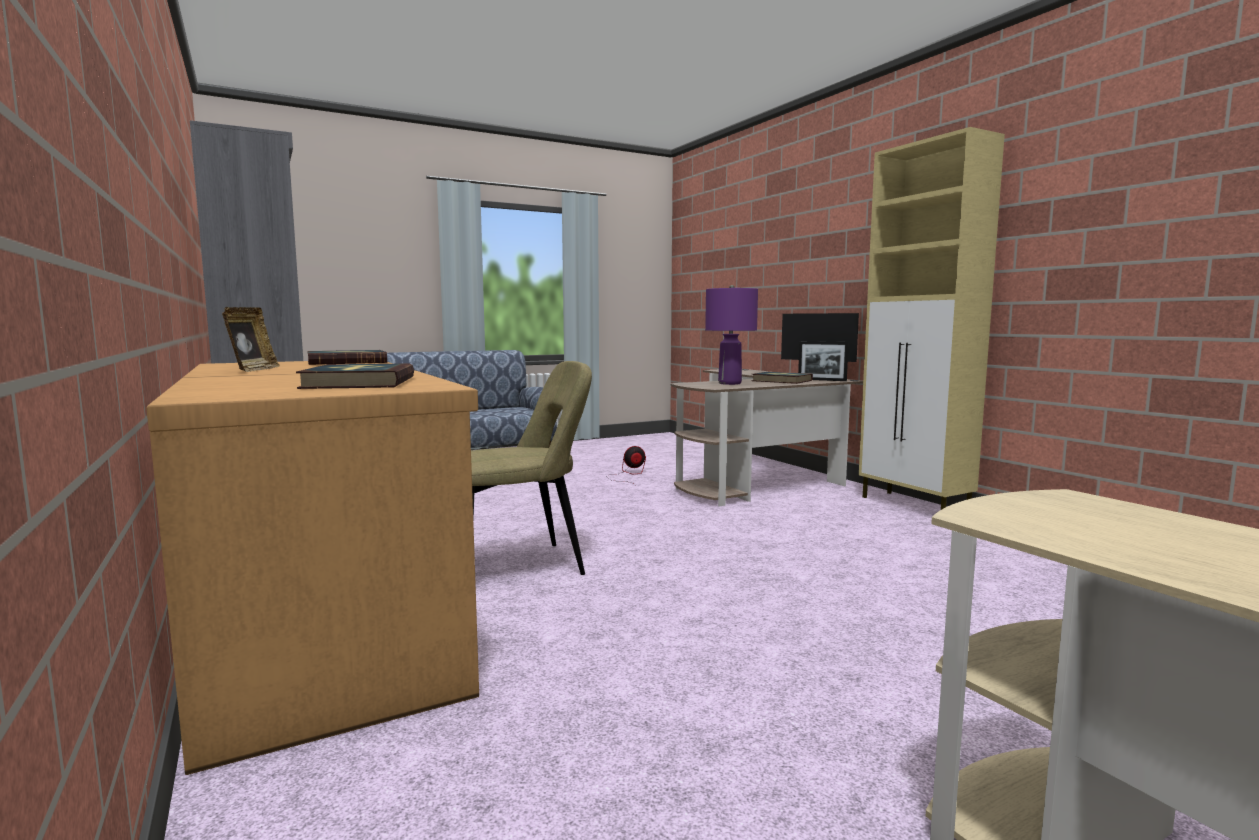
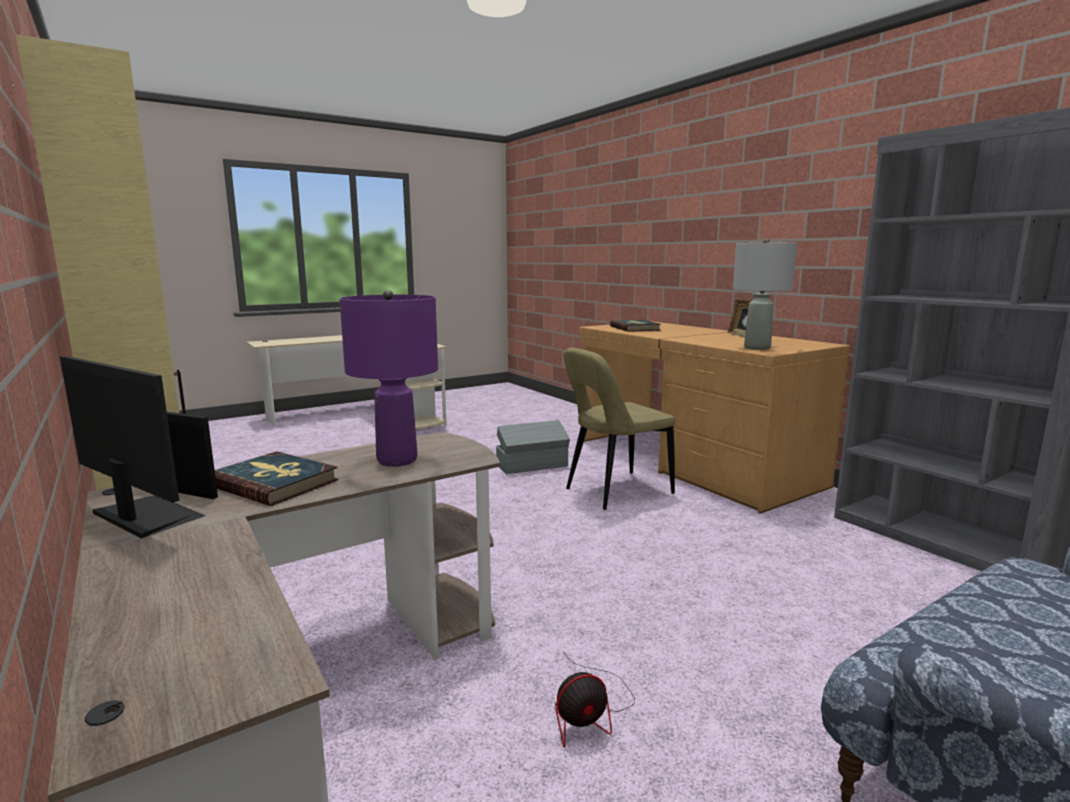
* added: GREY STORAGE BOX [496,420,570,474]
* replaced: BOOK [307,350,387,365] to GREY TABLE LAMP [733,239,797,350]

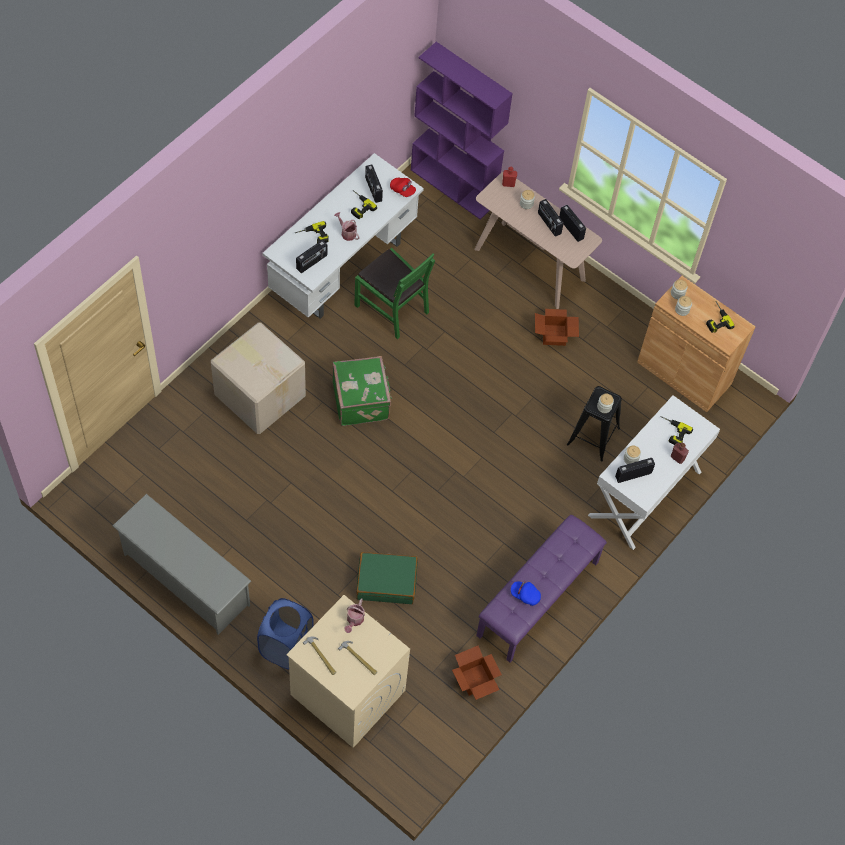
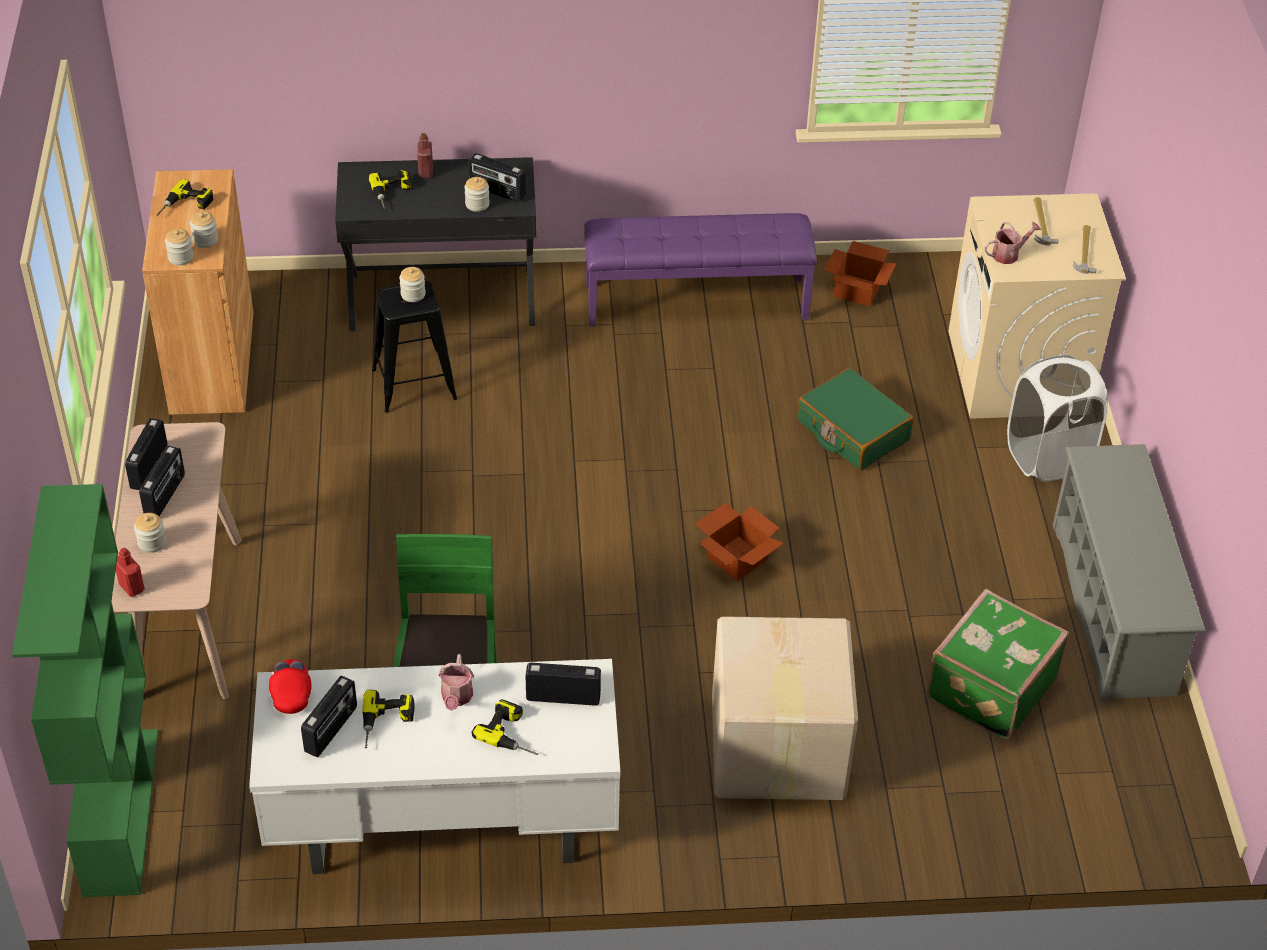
* removed: BLUE CAP [511,581,541,606]
* moved: GREEN SUITCASE [332,356,392,426] to [927,589,1069,740]
* moved: CARDBOARD BOX [535,309,579,346] to [695,503,784,581]
* recoloured: BLUE LAUNDRY BASKET [257,598,314,670] to WHITE LAUNDRY BASKET [1007,354,1108,482]
* recoloured: PURPLE BOOKCASE [411,42,513,220] to GREEN BOOKCASE [12,484,158,897]
* recoloured: WHITE DESK [588,395,720,550] to BLACK DESK [335,157,536,331]

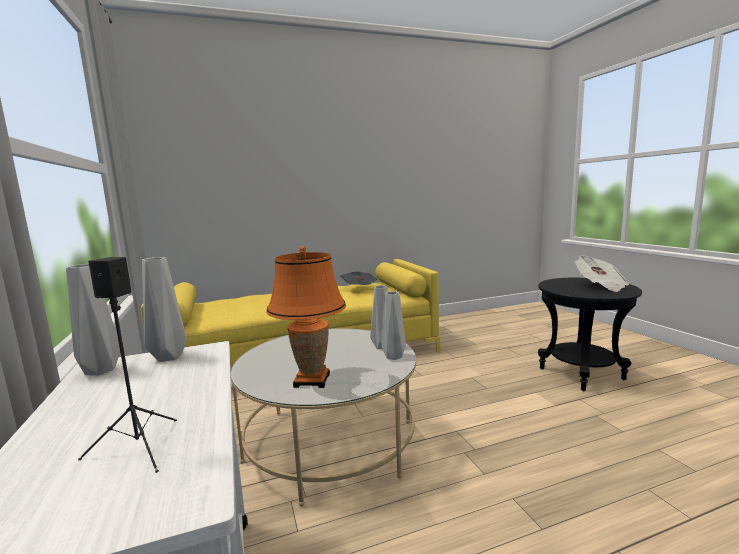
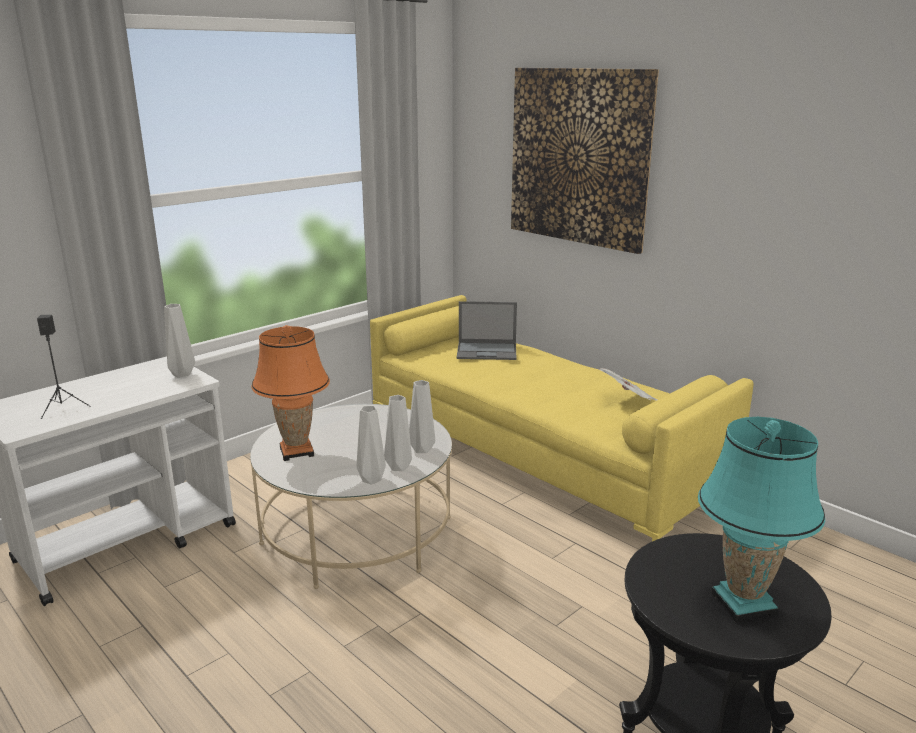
* added: LAPTOP [456,301,517,360]
* added: PICTURE [511,68,659,254]
* moved: GREY VASE [66,264,120,376] to [409,380,435,453]
* replaced: NEWSPAPER [575,256,629,292] to TURQUOISE TABLE LAMP [698,417,825,623]

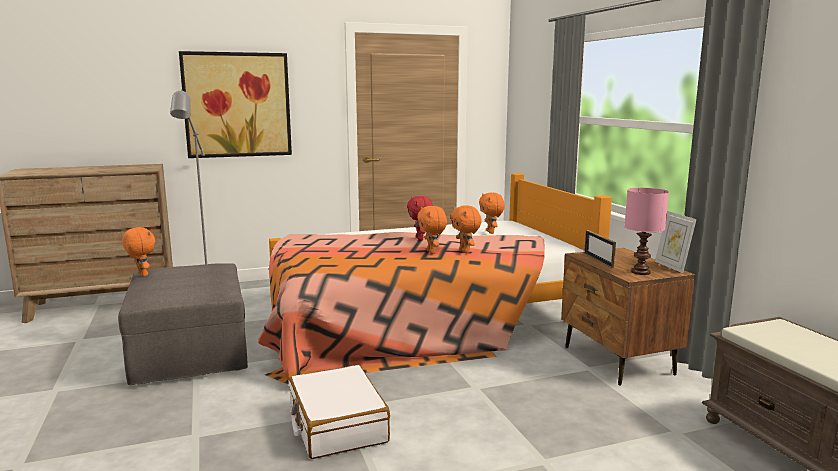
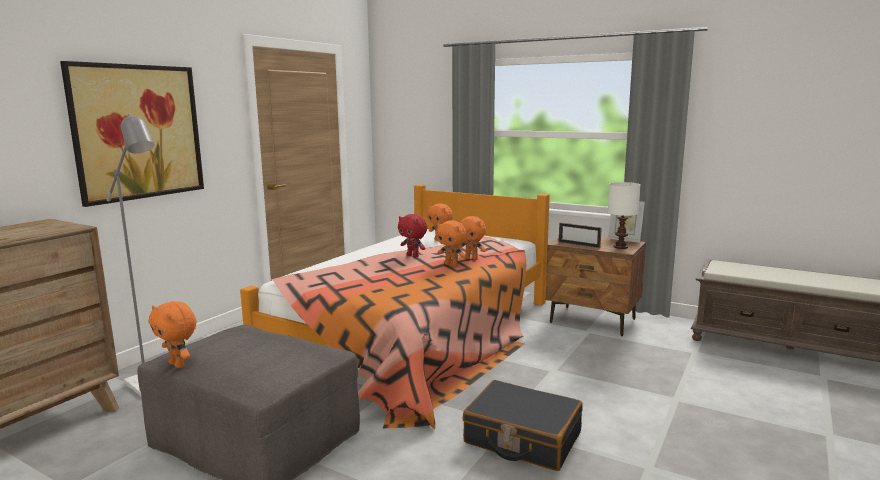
* recoloured: WHITE SUITCASE [289,365,390,459] to BLACK SUITCASE [463,380,583,471]
* recoloured: PINK TABLE LAMP [624,187,669,275] to WHITE TABLE LAMP [608,182,641,249]
* turned: ORANGE PLUSH TOY [122,227,155,277] = [149,301,197,368] 150 degrees counterclockwise

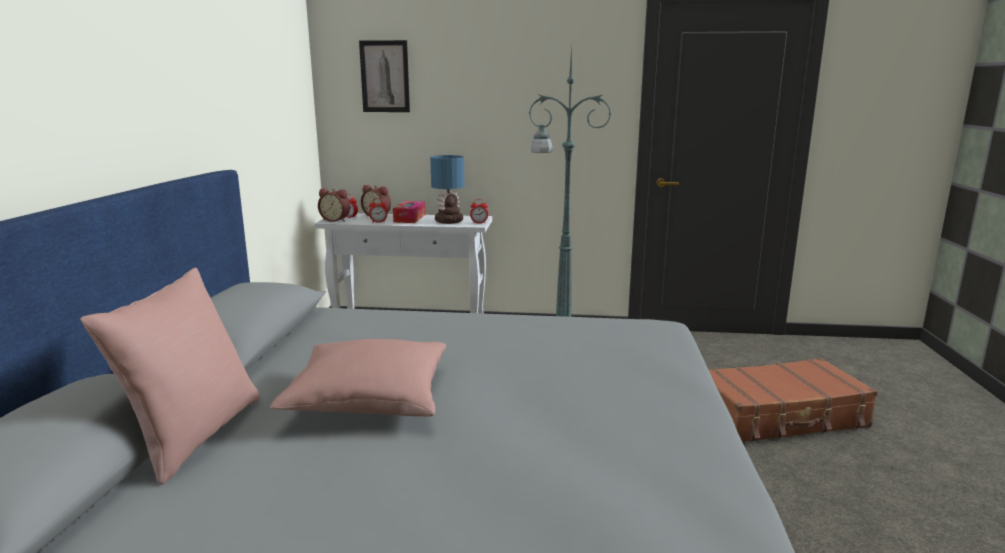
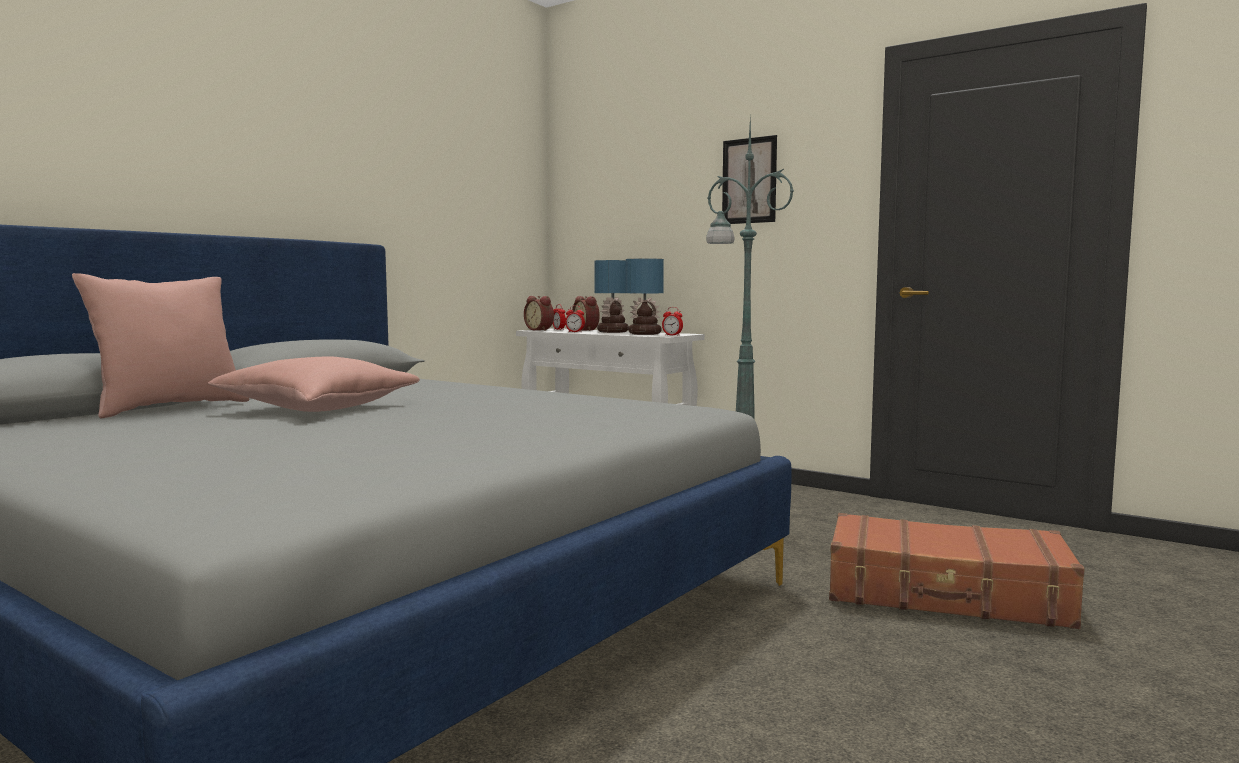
* moved: PICTURE [359,40,410,112] to [722,135,777,224]
* replaced: TISSUE BOX [393,201,425,223] to TABLE LAMP [594,260,629,333]

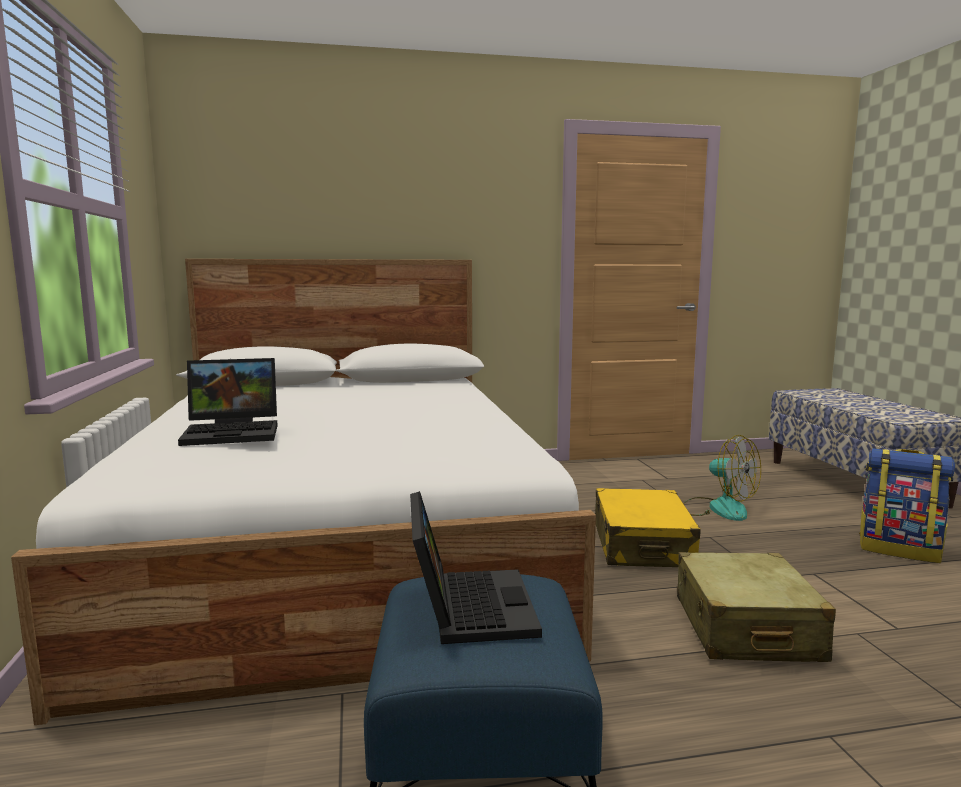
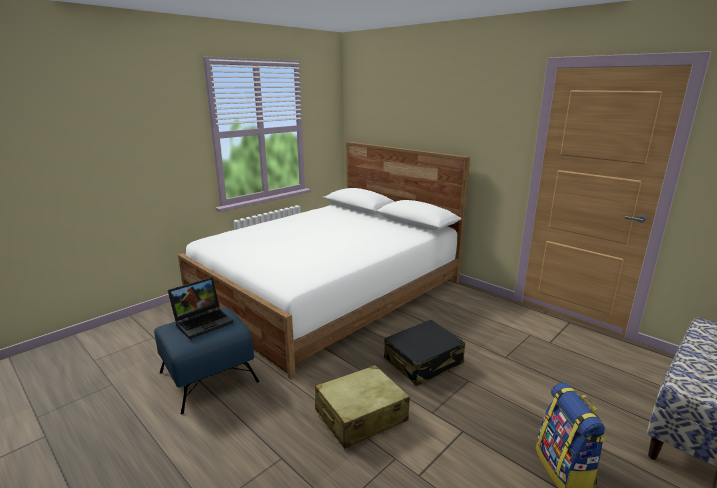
* removed: LAPTOP [178,358,278,446]
* removed: FAN [683,435,761,521]
* recoloured: YELLOW SUITCASE [595,488,701,567] to BLACK SUITCASE [384,319,465,386]

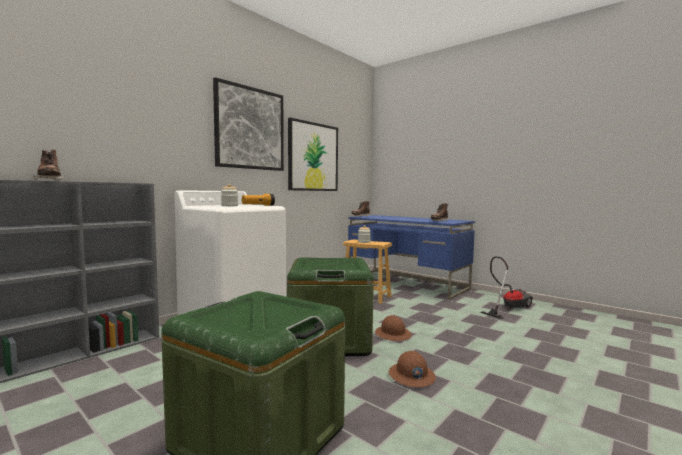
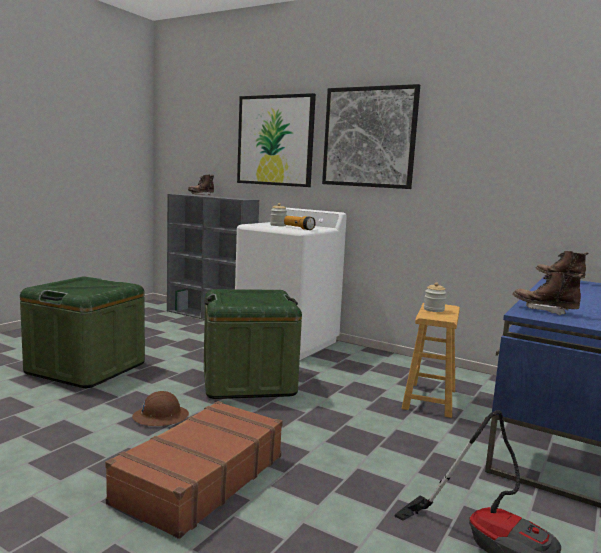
* removed: BROWN HARD HAT [375,315,412,341]
* added: BROWN SUITCASE [105,401,283,539]
* moved: PICTURE [288,118,338,191] to [237,93,316,187]

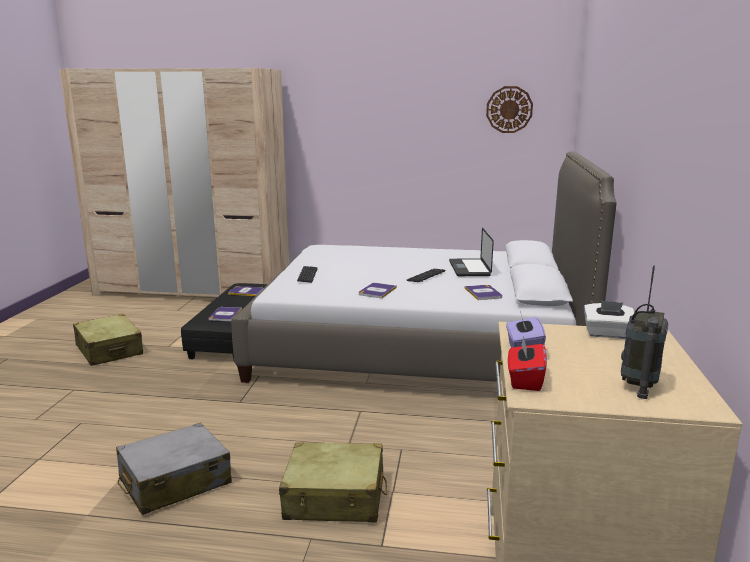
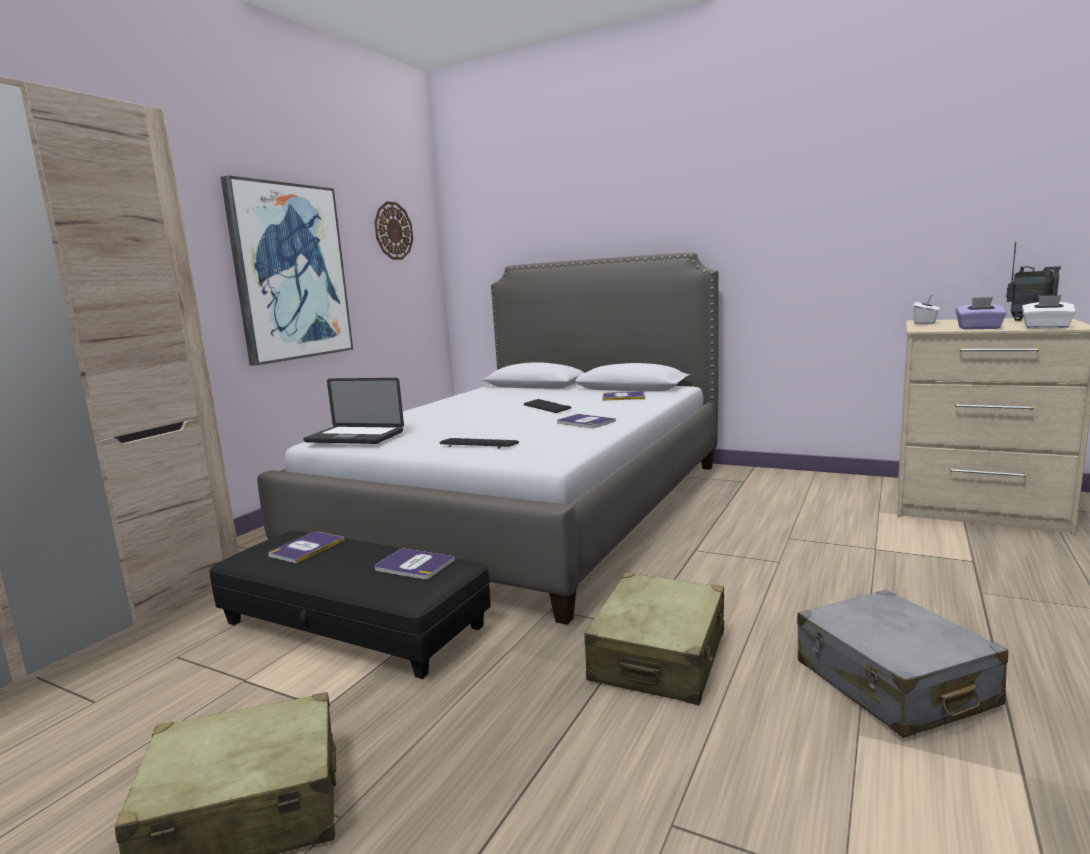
* added: PICTURE [220,175,353,365]
* moved: BEIGE SUITCASE [279,442,387,522] to [585,573,724,705]
* moved: LAPTOP [449,228,494,276] to [303,378,404,444]
* recoloured: RED TISSUE BOX [508,336,547,391] to WHITE TISSUE BOX [1022,295,1076,329]

